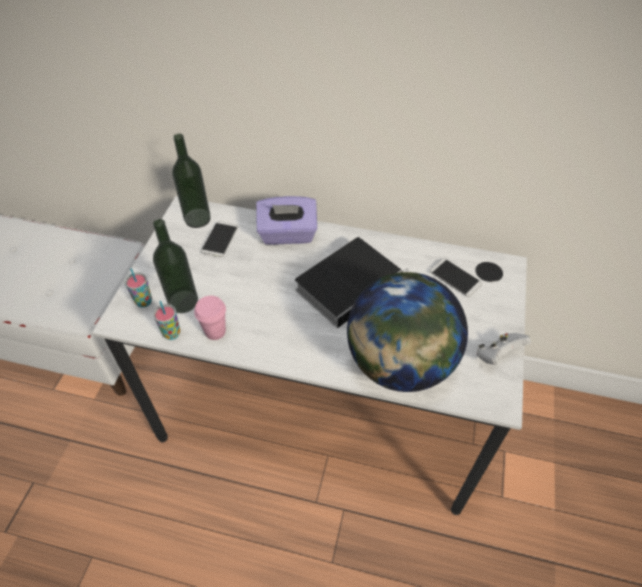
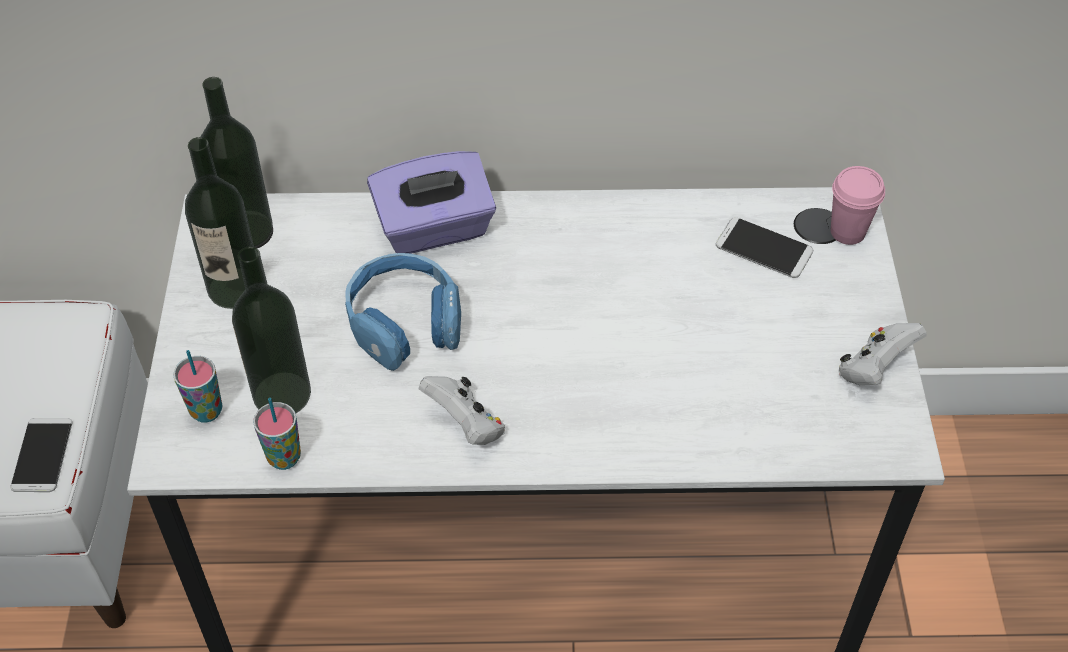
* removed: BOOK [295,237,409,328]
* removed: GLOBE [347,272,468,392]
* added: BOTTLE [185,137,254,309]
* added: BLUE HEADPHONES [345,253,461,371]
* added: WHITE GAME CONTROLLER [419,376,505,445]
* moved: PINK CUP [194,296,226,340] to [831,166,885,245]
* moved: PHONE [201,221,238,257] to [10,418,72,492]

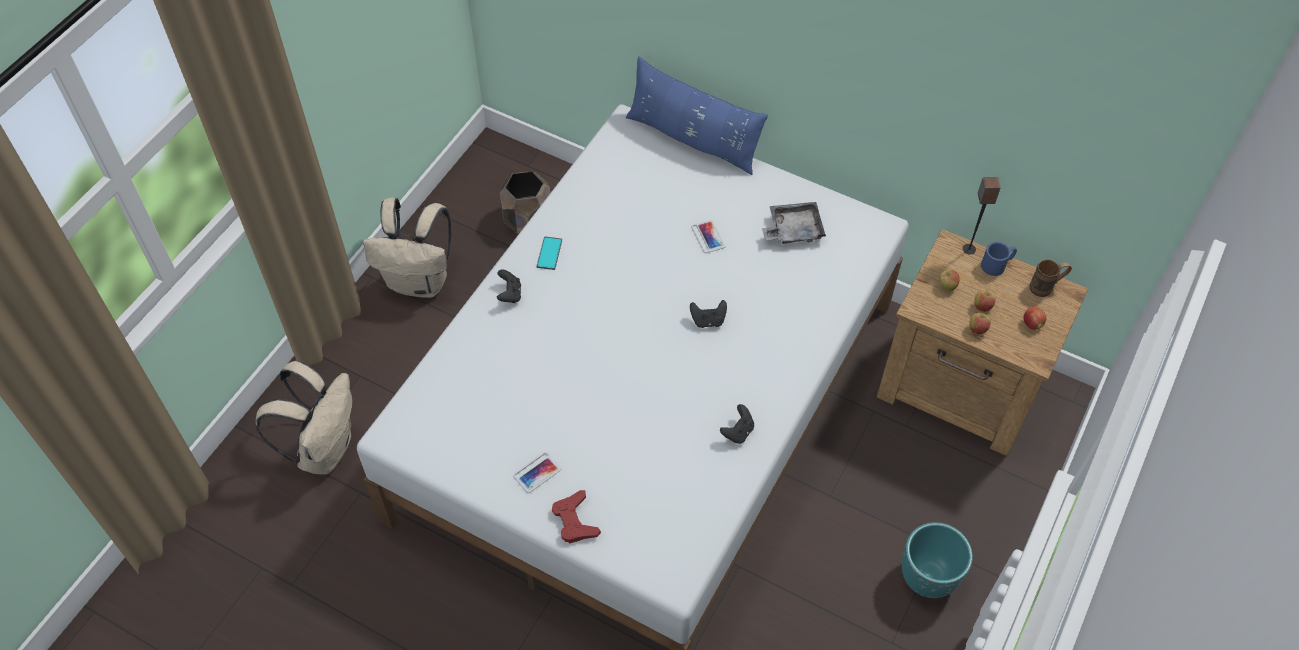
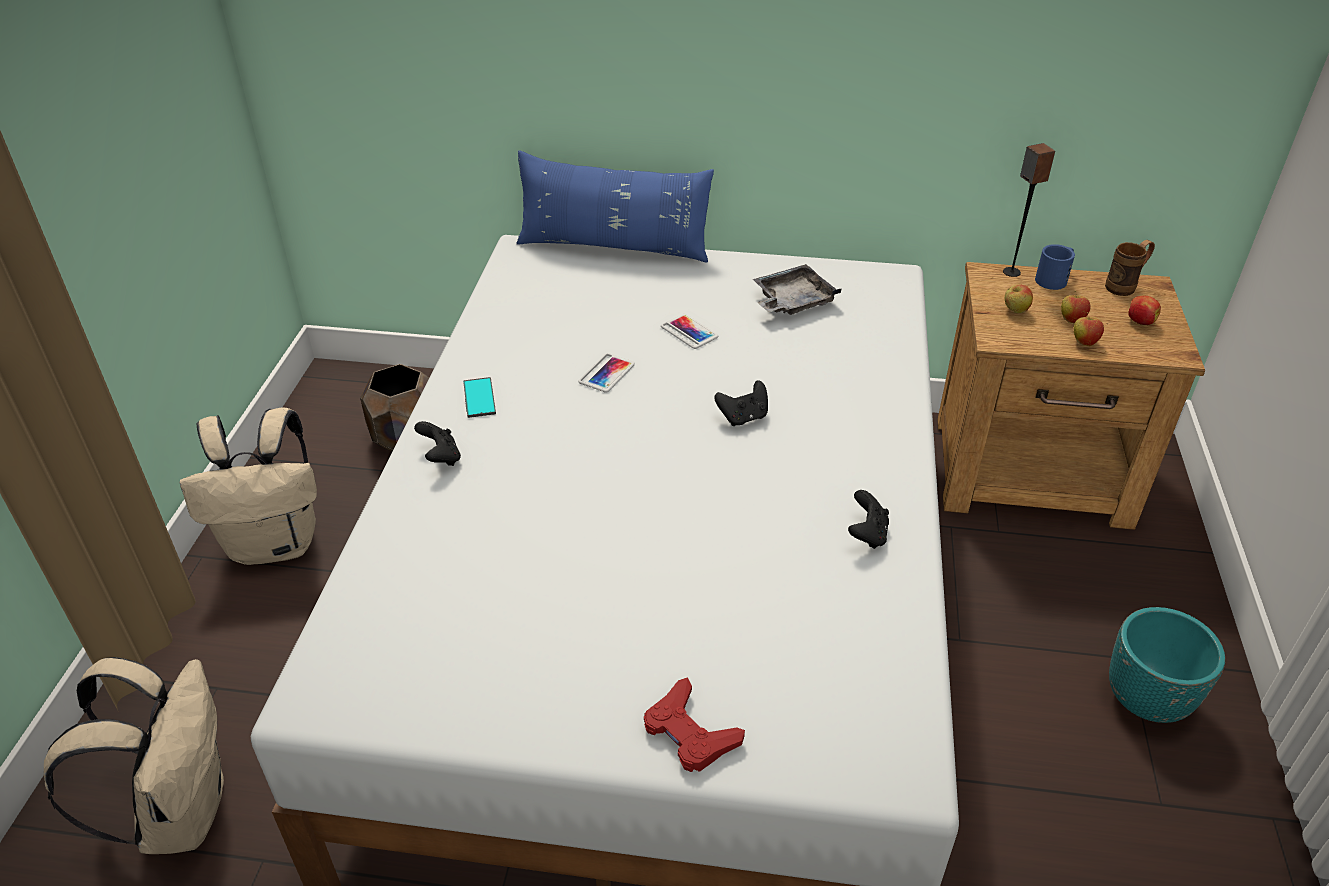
* moved: PHONE [513,452,561,493] to [578,353,635,392]

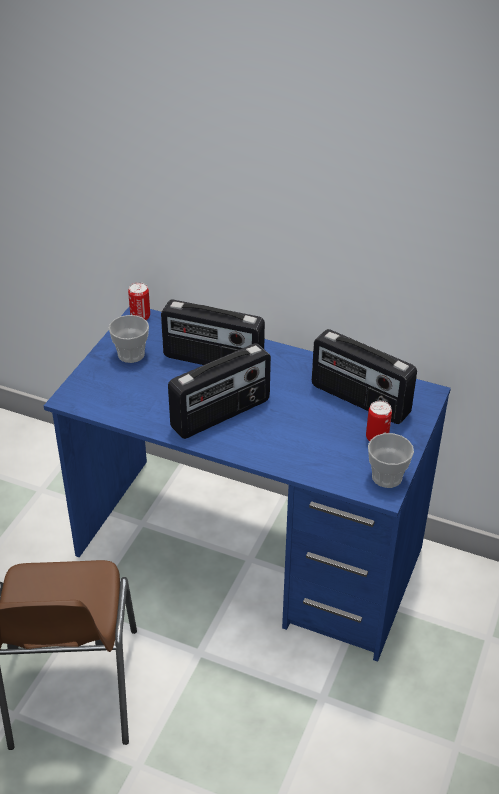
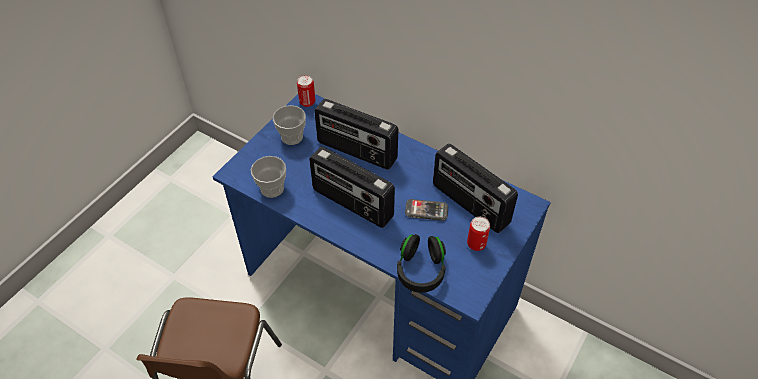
* added: BLACK HEADPHONES [397,234,446,293]
* added: PHONE [405,199,448,221]
* moved: CUP [368,433,414,488] to [251,156,286,198]
* turned: RADIO [168,343,271,439] = [309,147,395,228] 60 degrees clockwise

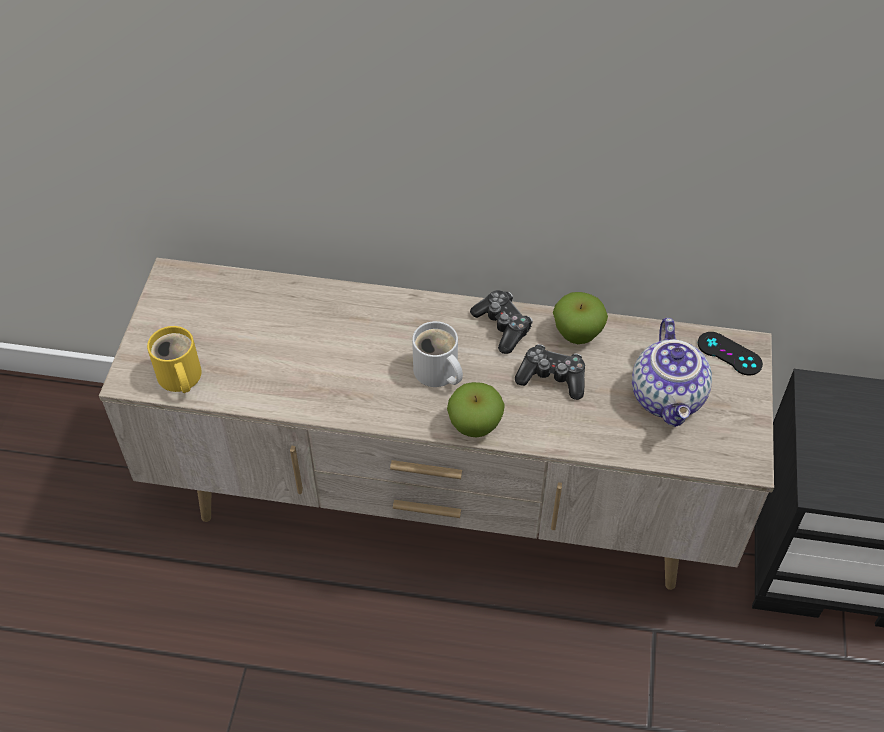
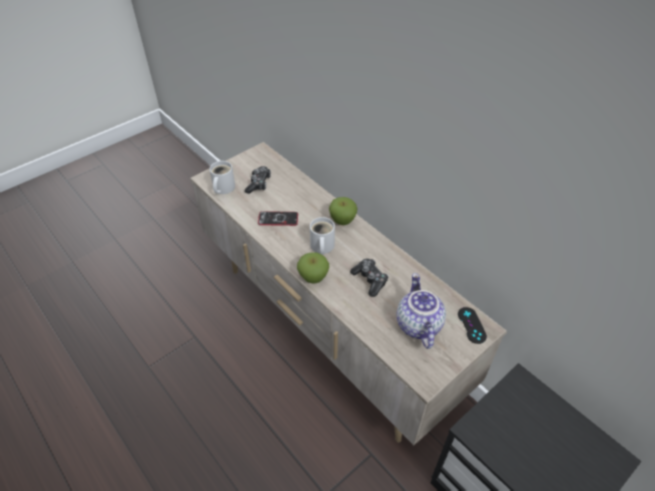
* added: PHONE [258,211,298,226]
* moved: GAME CONTROLLER [470,290,533,354] to [245,166,271,194]
* moved: APPLE [553,292,608,344] to [329,197,358,225]
* recoloured: YELLOW MUG [147,326,202,393] to WHITE MUG [209,161,235,194]
* turned: TEAPOT [632,318,712,427] = [397,273,446,349] 135 degrees clockwise

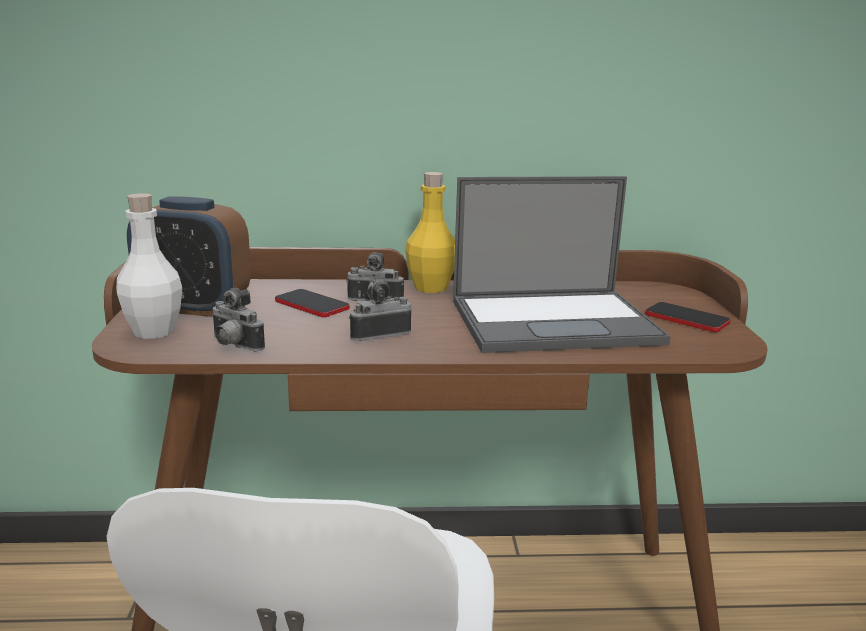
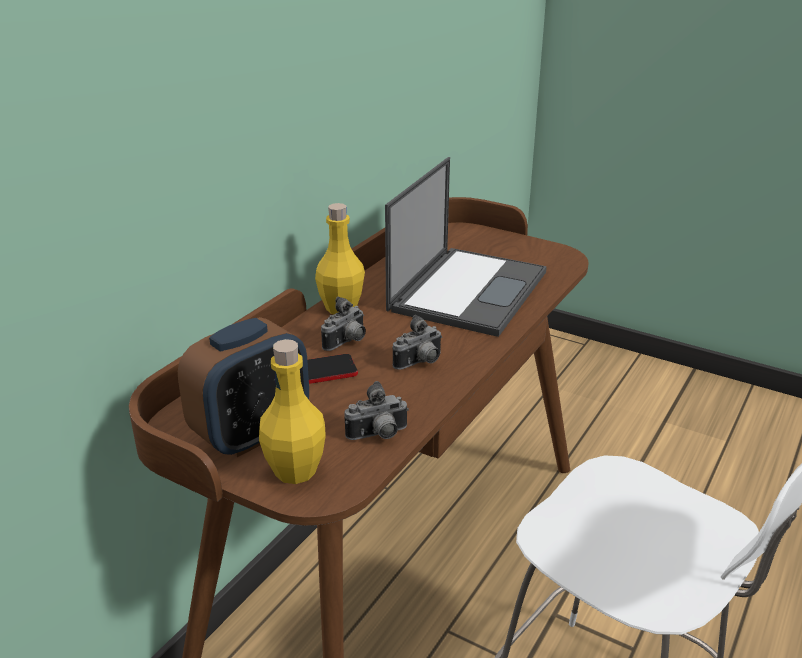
* removed: PHONE [645,302,731,332]
* recoloured: WHITE BOTTLE [116,193,182,339] to YELLOW BOTTLE [259,339,326,484]
* turned: PHOTO CAMERA [348,280,411,341] = [393,315,442,370] 135 degrees counterclockwise

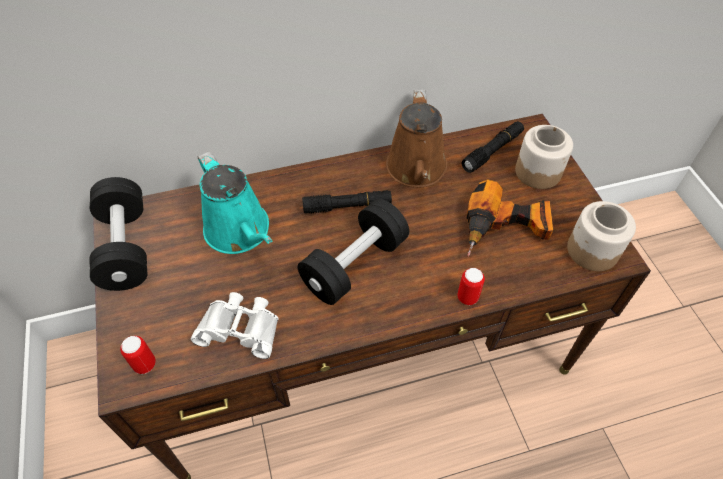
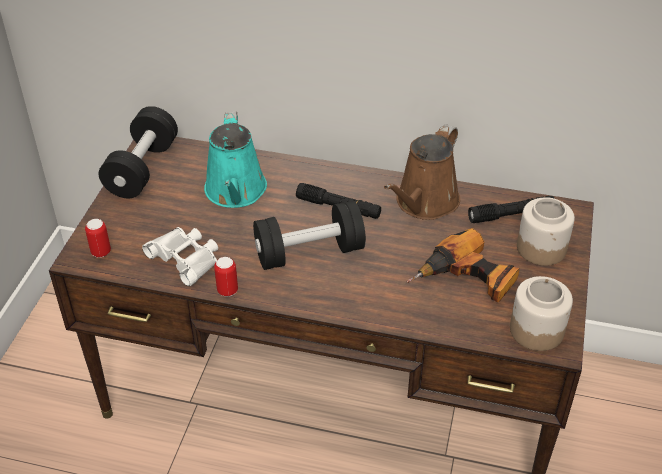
* moved: CAN [457,268,485,305] to [214,257,238,297]

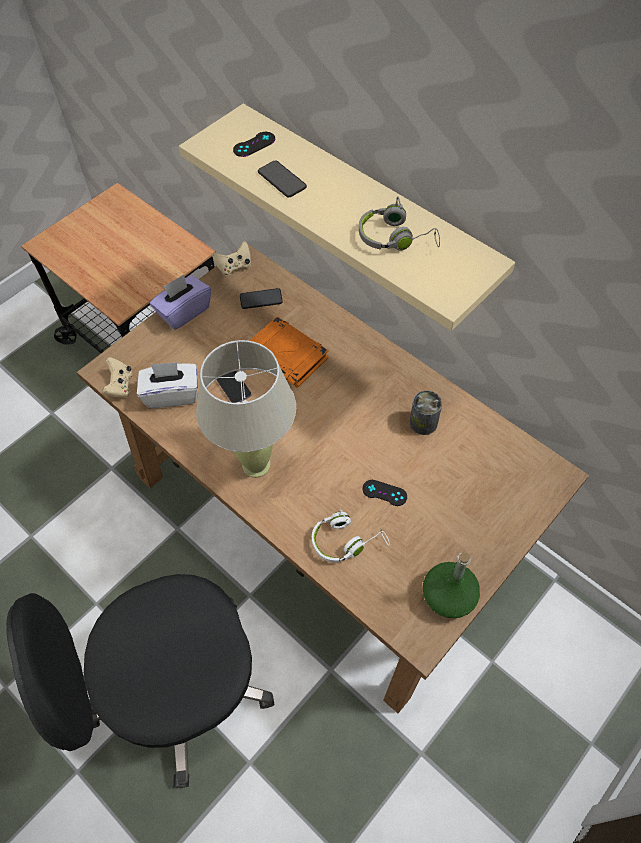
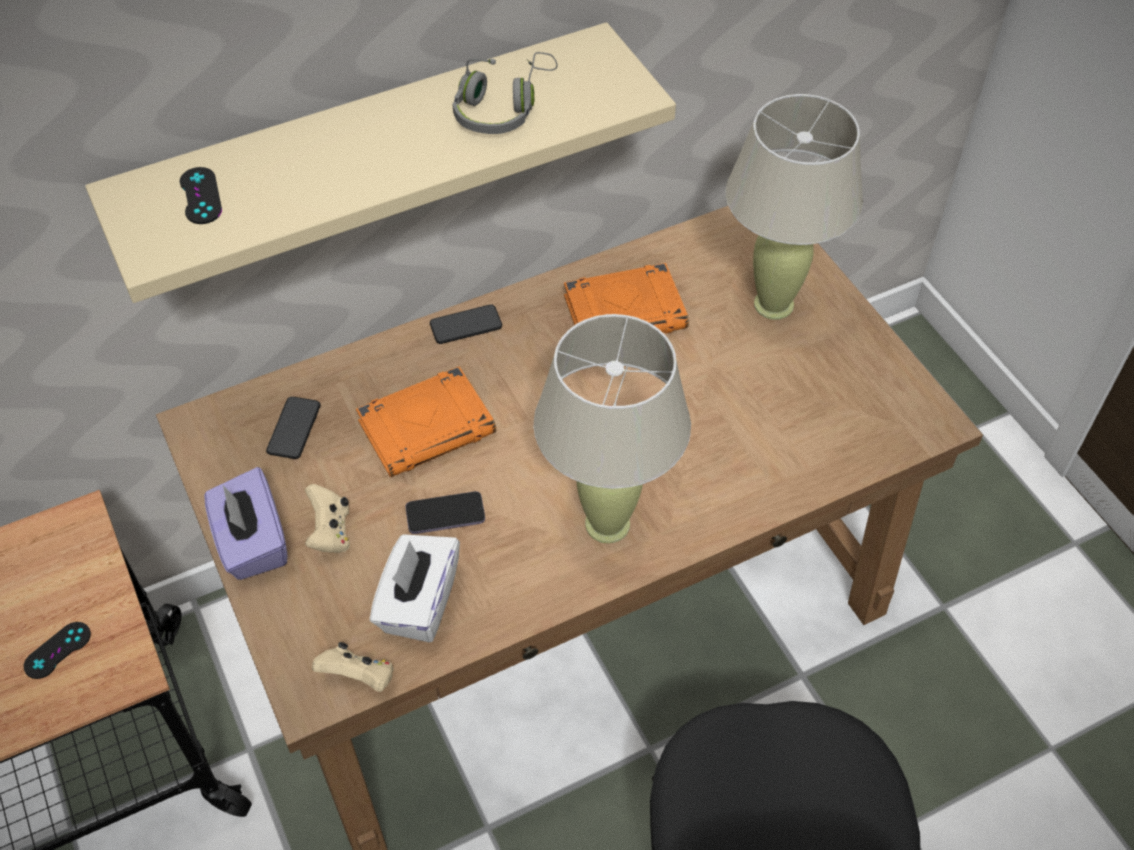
* removed: WHITE HEADPHONES [312,509,390,563]
* removed: GREEN BOTTLE [423,552,480,618]
* added: BEIGE TABLE LAMP [725,94,863,320]
* moved: BEIGE GAME CONTROLLER [212,241,251,276] to [305,484,350,553]
* moved: PHONE [258,160,307,197] to [430,304,502,344]
* moved: BLACK GAME CONTROLLER [362,480,407,506] to [24,622,91,679]
* replaced: CAN [410,391,442,435] to ORANGE BOOK [564,263,689,334]

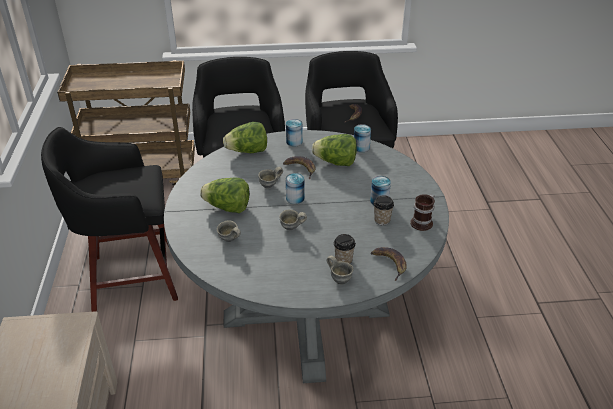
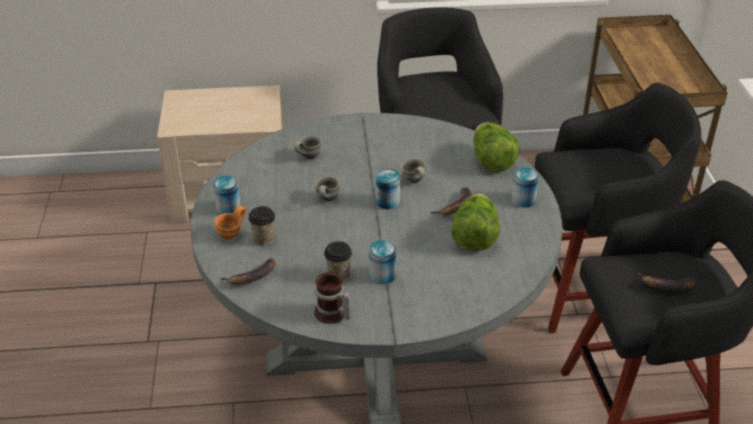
* removed: LETTUCE [200,177,249,213]
* moved: CAN [354,124,371,152] to [213,175,240,215]
* recoloured: GREY MUG [326,255,354,284] to ORANGE MUG [214,206,246,239]

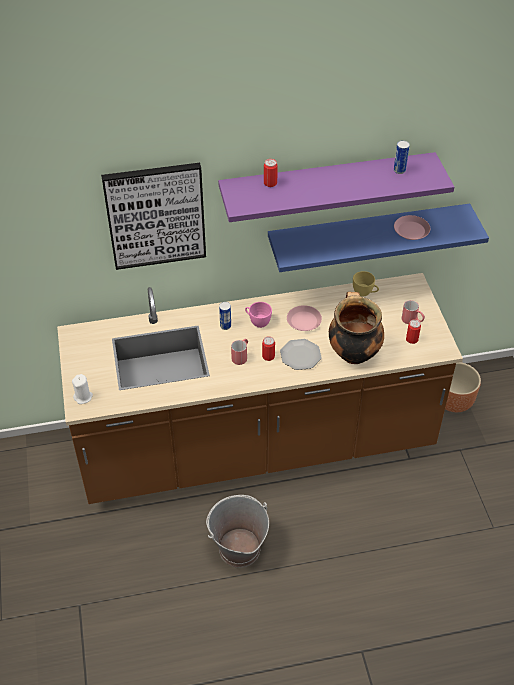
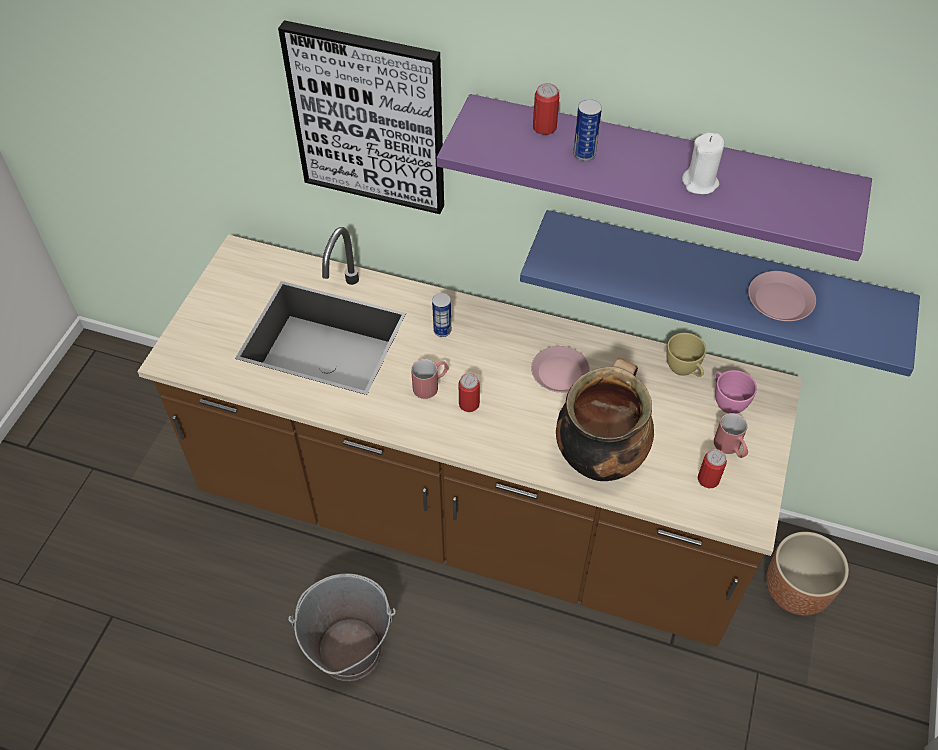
* removed: PLATE [280,339,322,370]
* moved: WHITE CANDLE [72,374,93,404] to [682,133,724,194]
* moved: PINK CUP [245,302,272,328] to [714,370,757,414]
* moved: CAN [394,141,410,174] to [573,99,602,161]

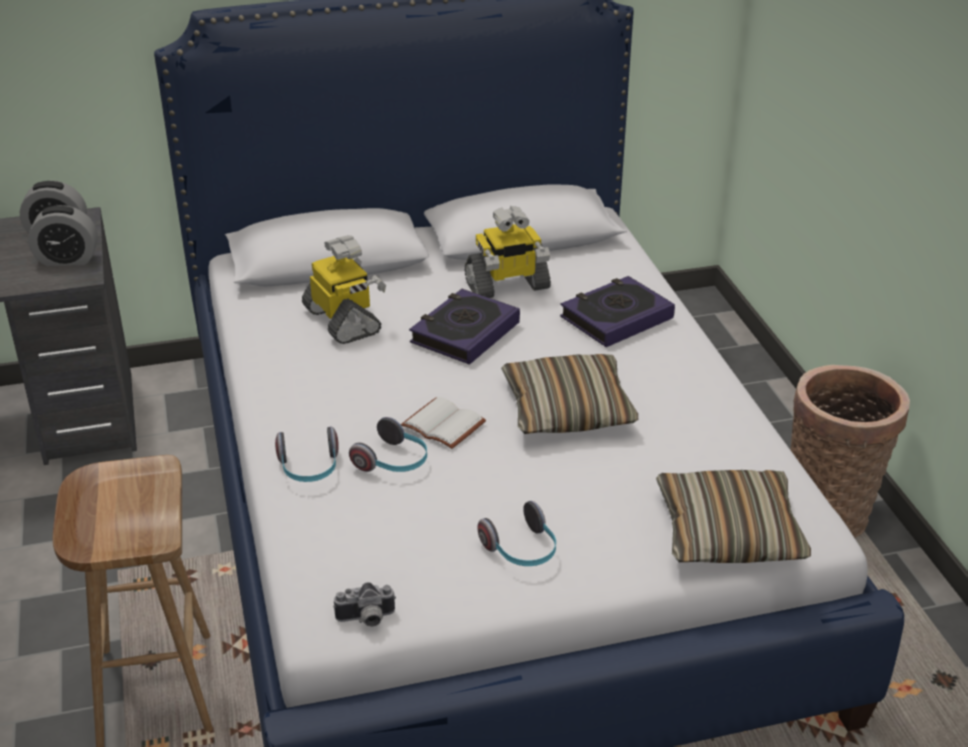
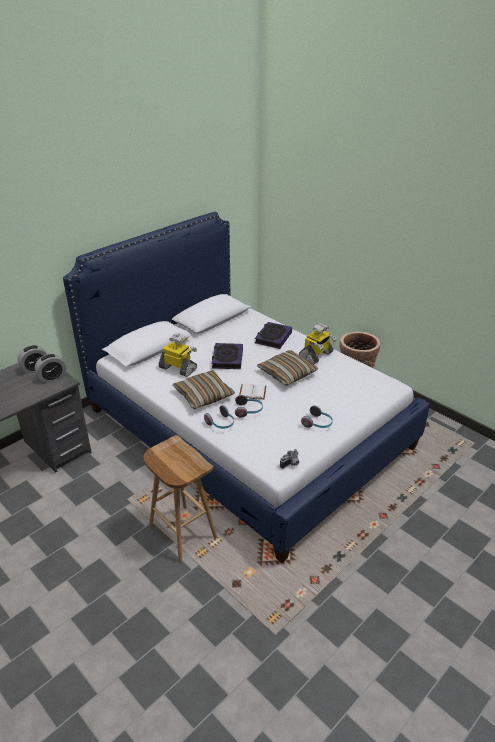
* moved: TOY ROBOT [465,206,551,298] to [299,323,337,365]
* moved: PILLOW [656,470,811,563] to [173,370,235,409]

